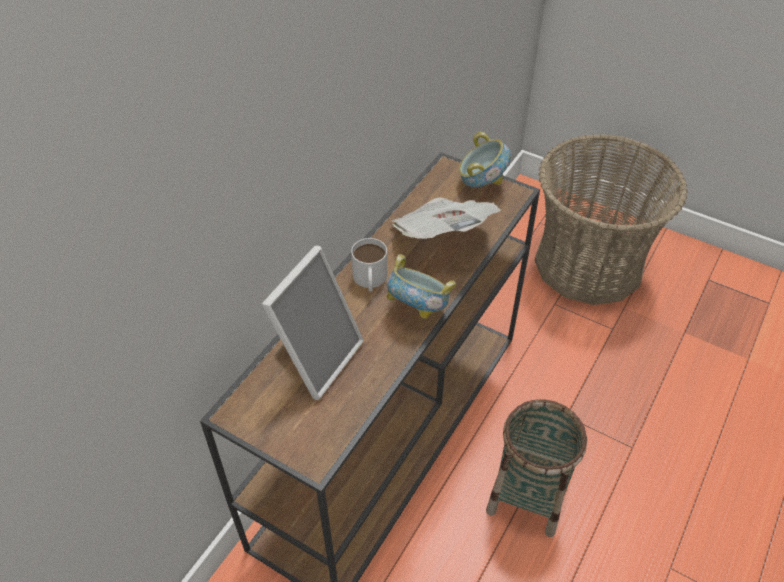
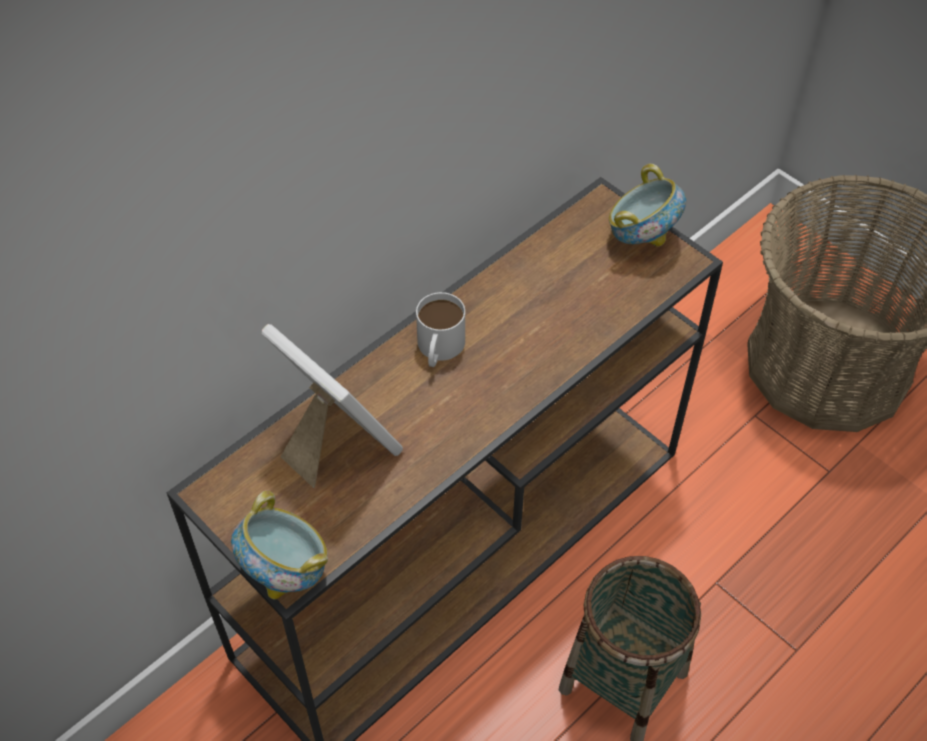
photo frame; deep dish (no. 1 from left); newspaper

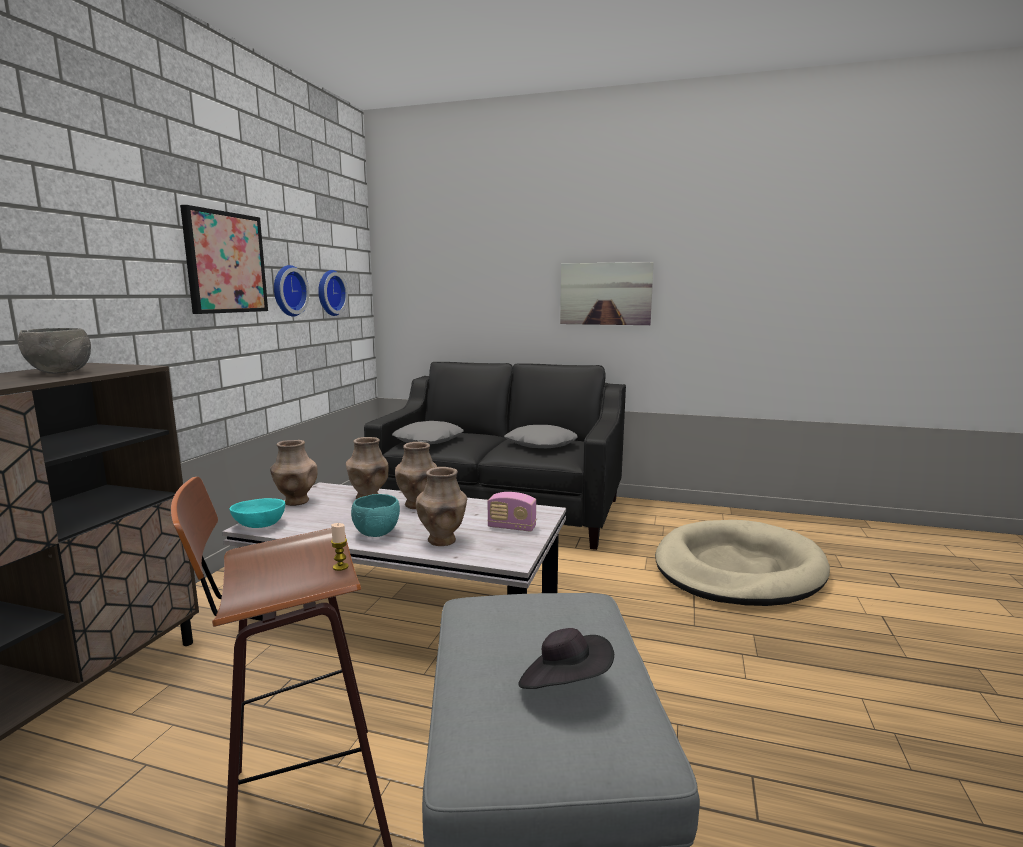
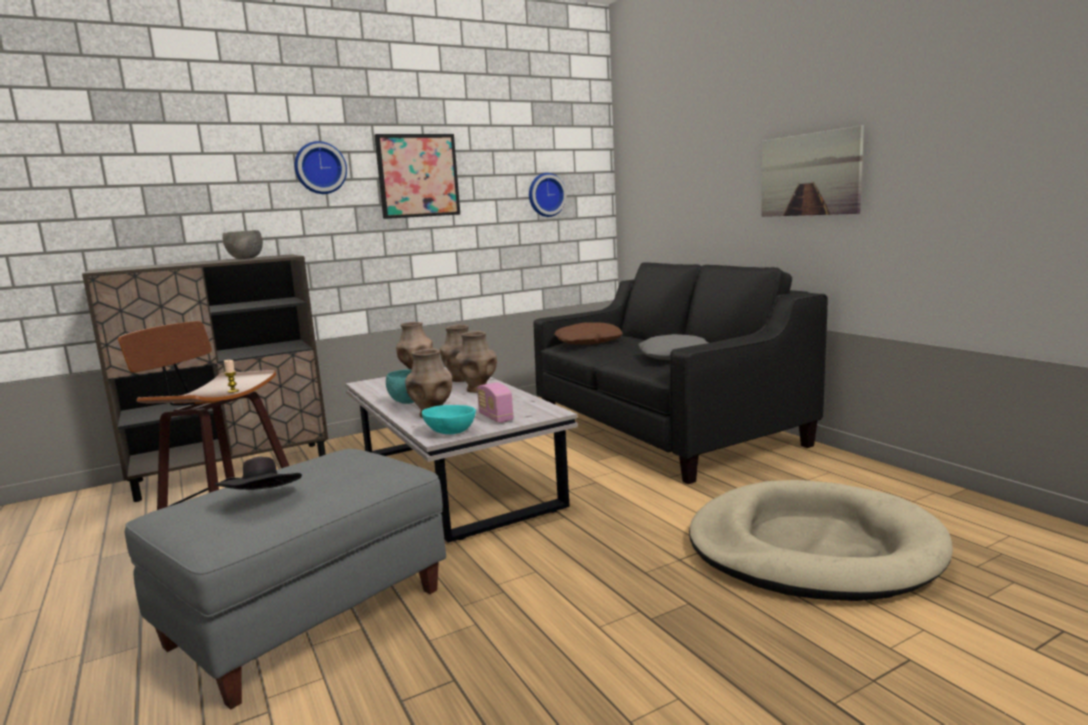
turquoise-coloured deep dish (no. 2 from left); clock on the wall (no. 1 from left); brownish throw pillow

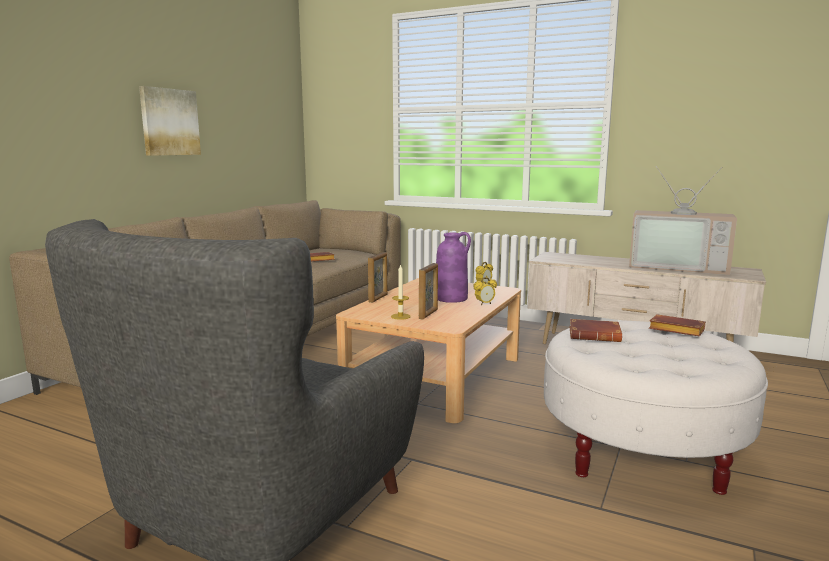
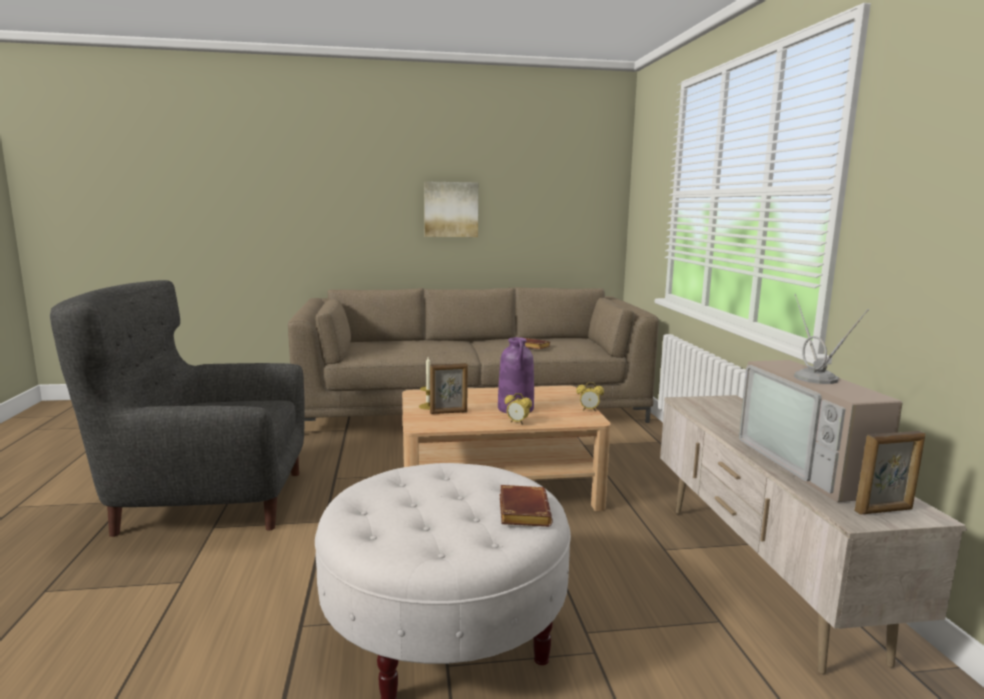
photo frame (no. 2 from left); brownish book (no. 2 from left in the first image)

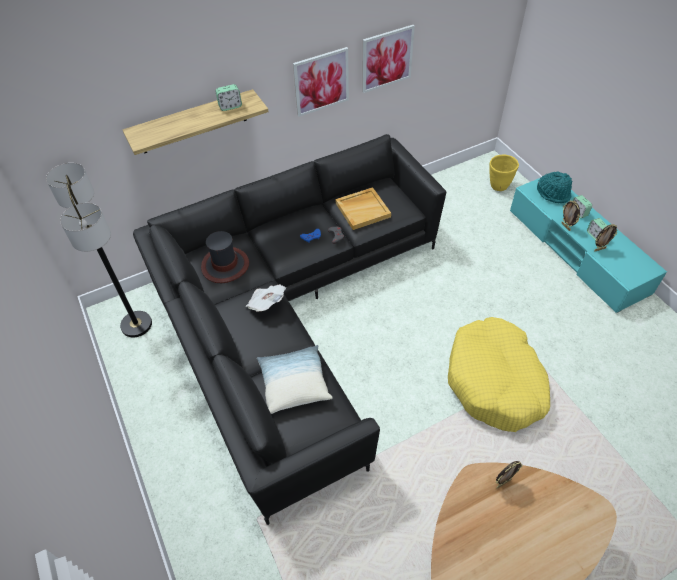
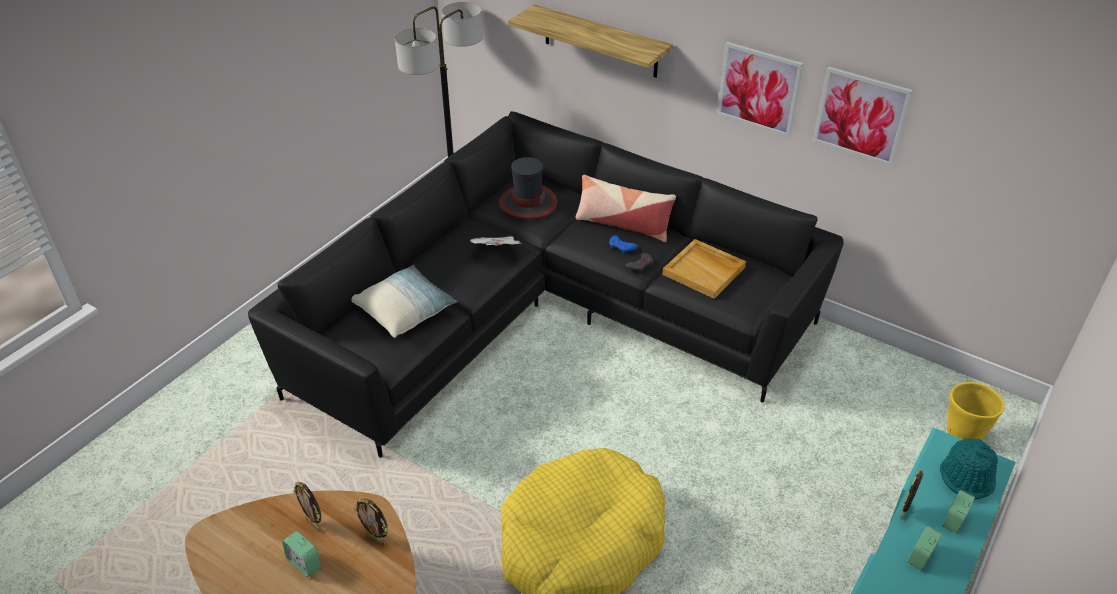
bedside clock (no. 1 from left); photo frame (no. 1 from left); throw pillow (no. 2 from left)

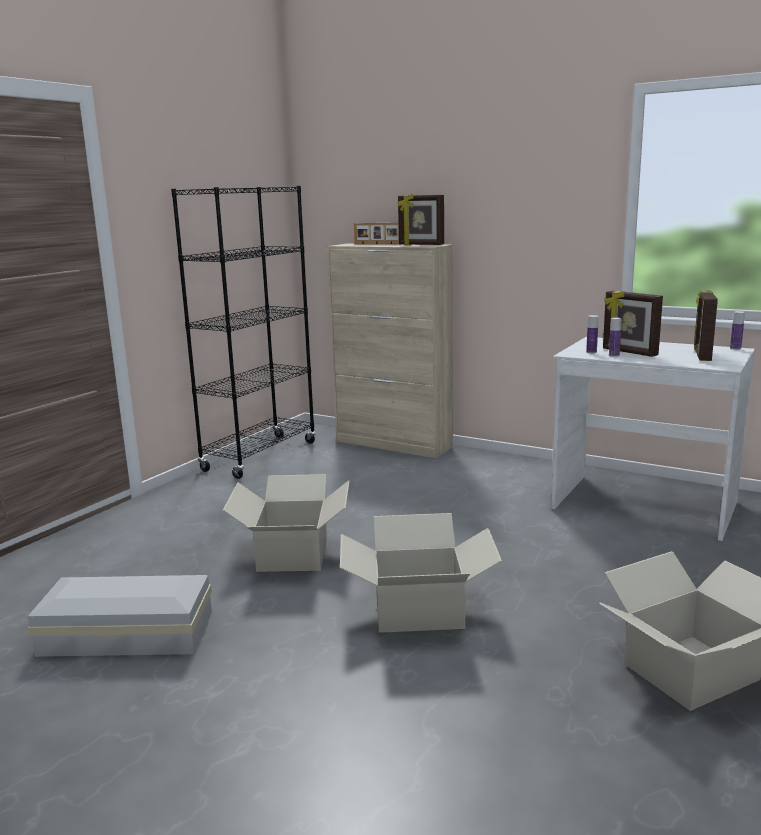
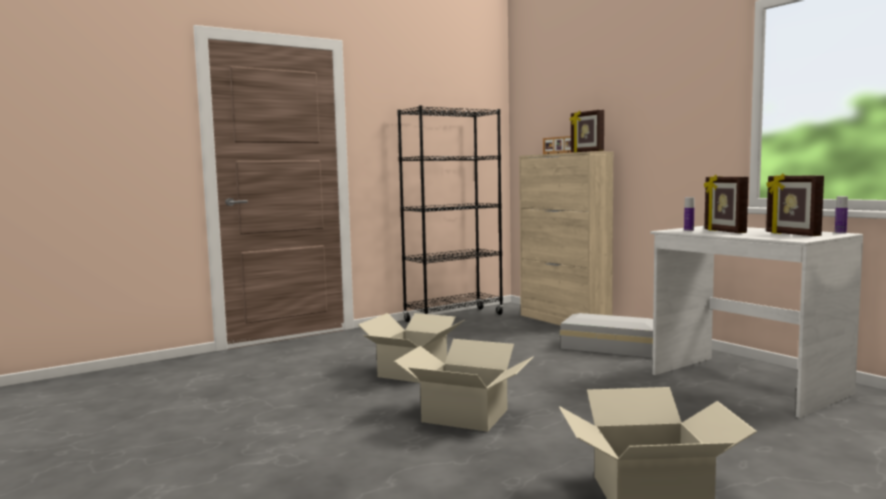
white-coloured storage box; beverage bottle (no. 2 from left in the first image); photo frame (no. 4 from left)

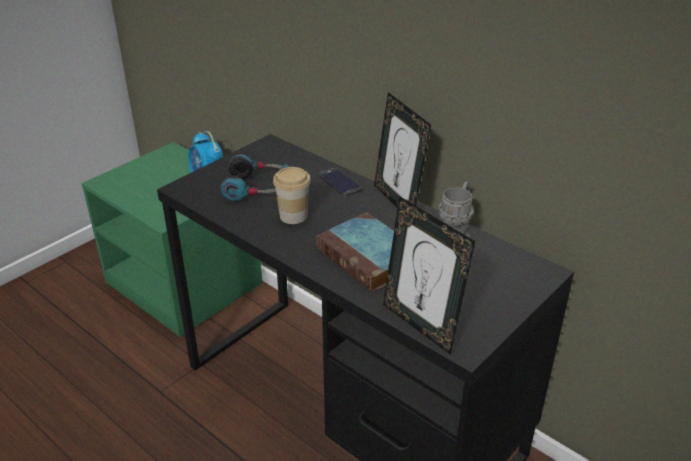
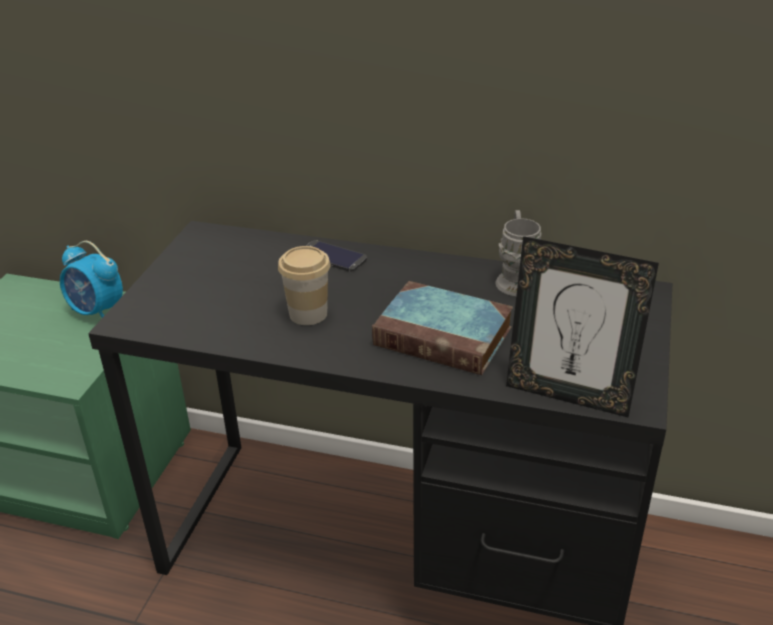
pair of headphones; photo frame (no. 1 from left in the first image)

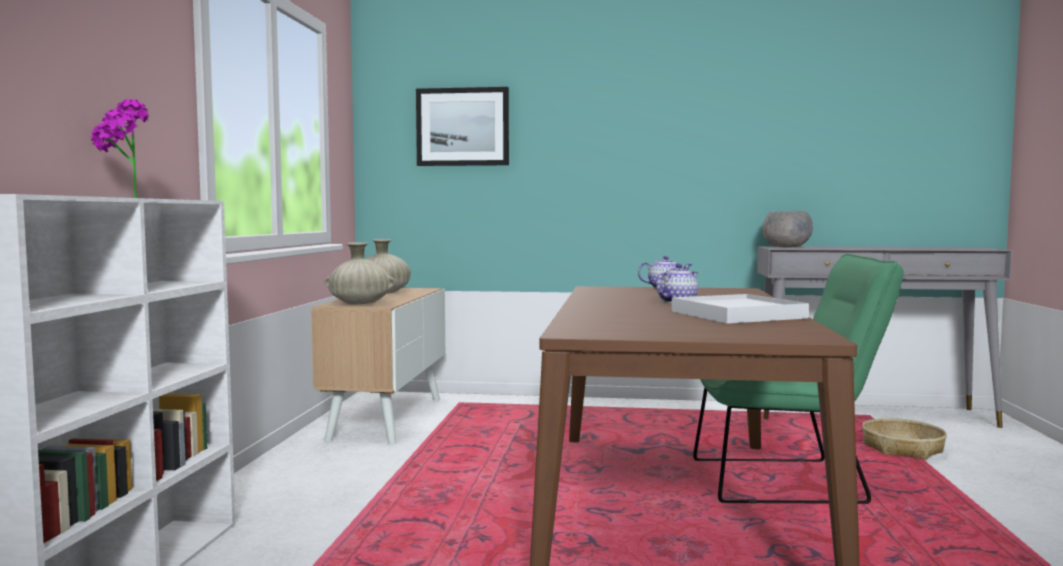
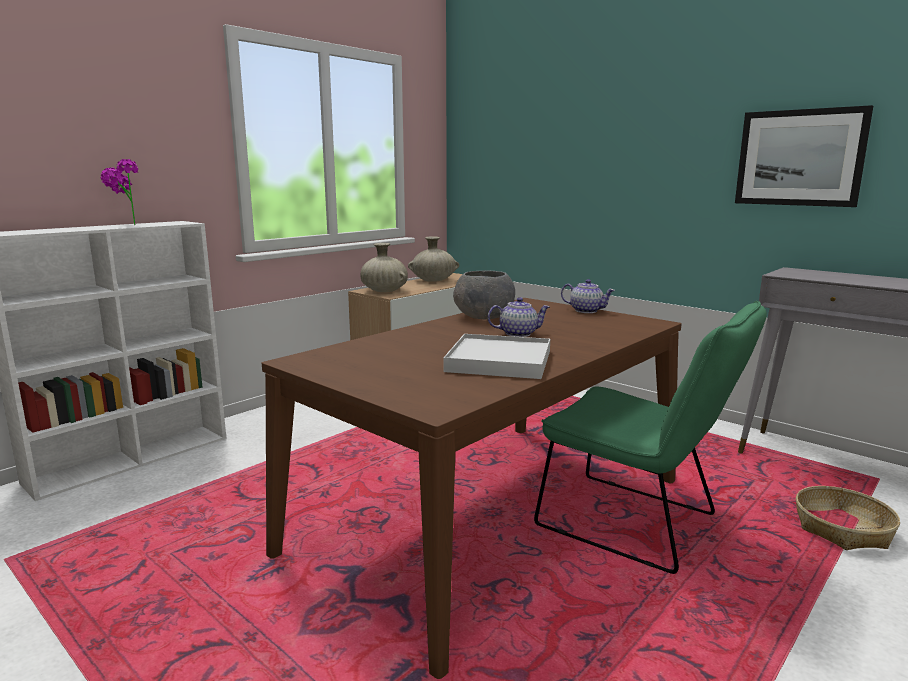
wall art; greyish deep dish

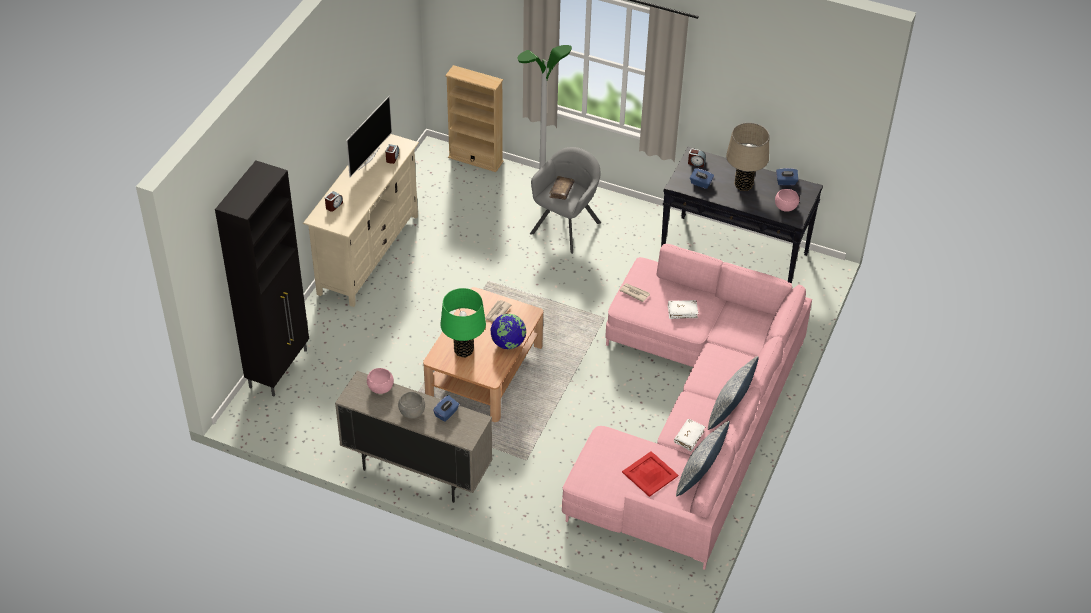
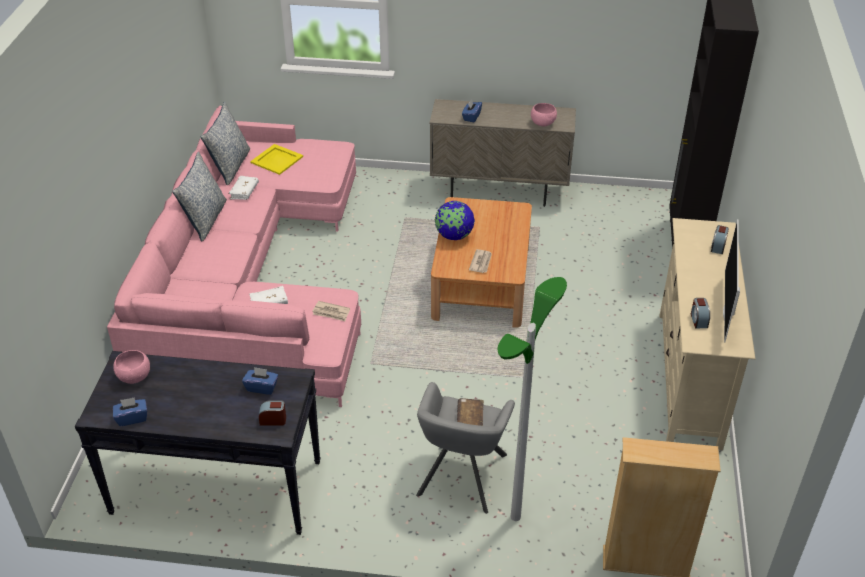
greyish deep dish; greenish tabletop lamp; yellowish serving tray; sand-coloured tabletop lamp

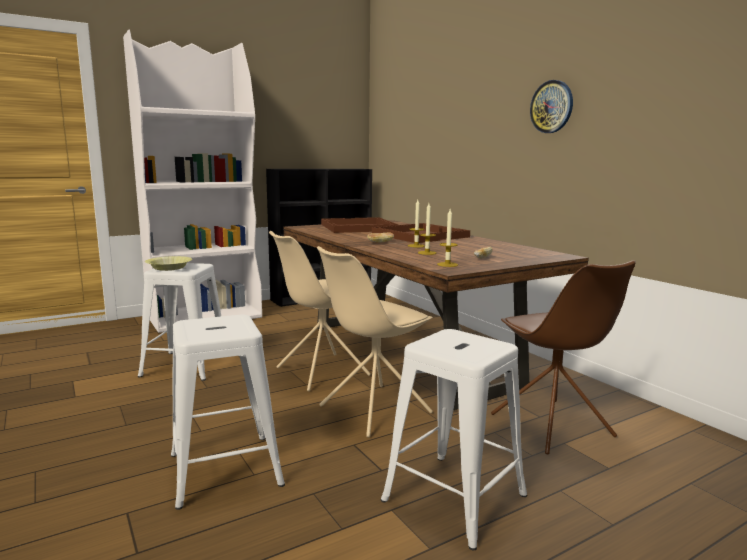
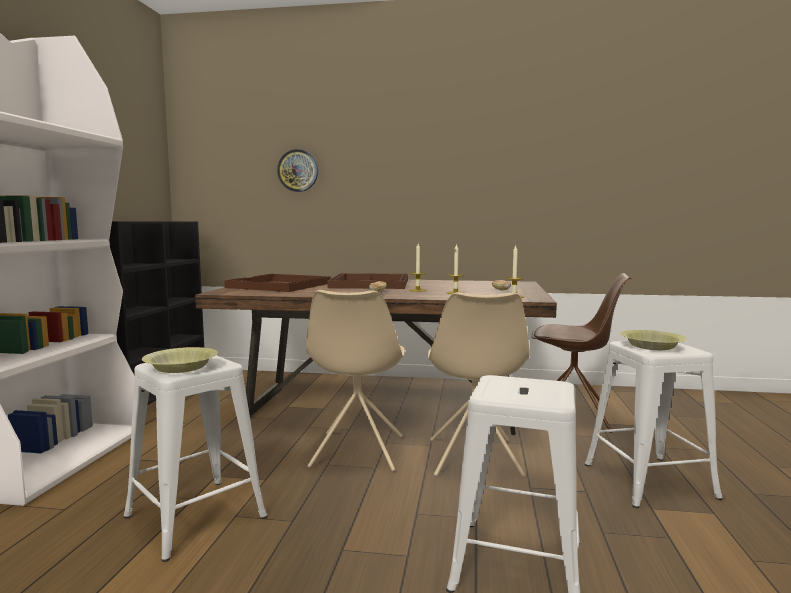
clock on the wall; yellowish deep dish (no. 2 from left)

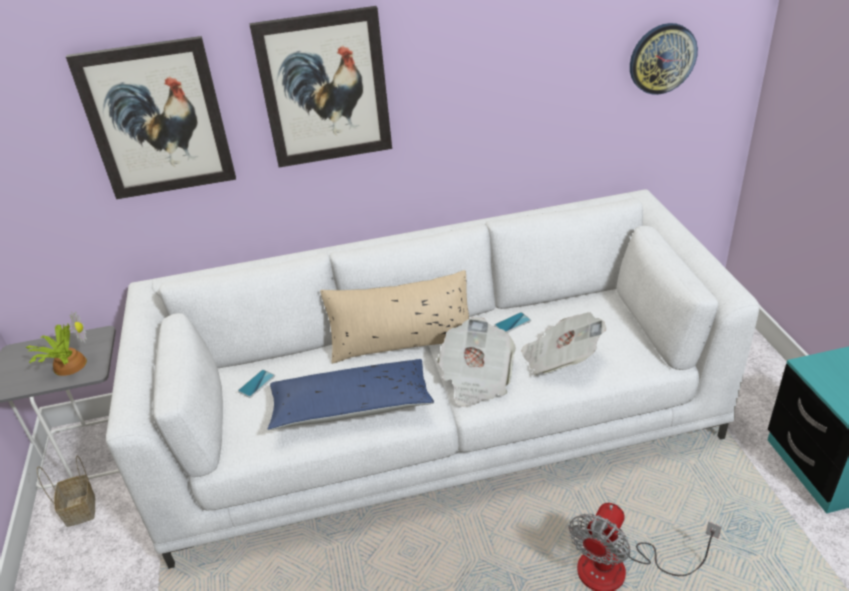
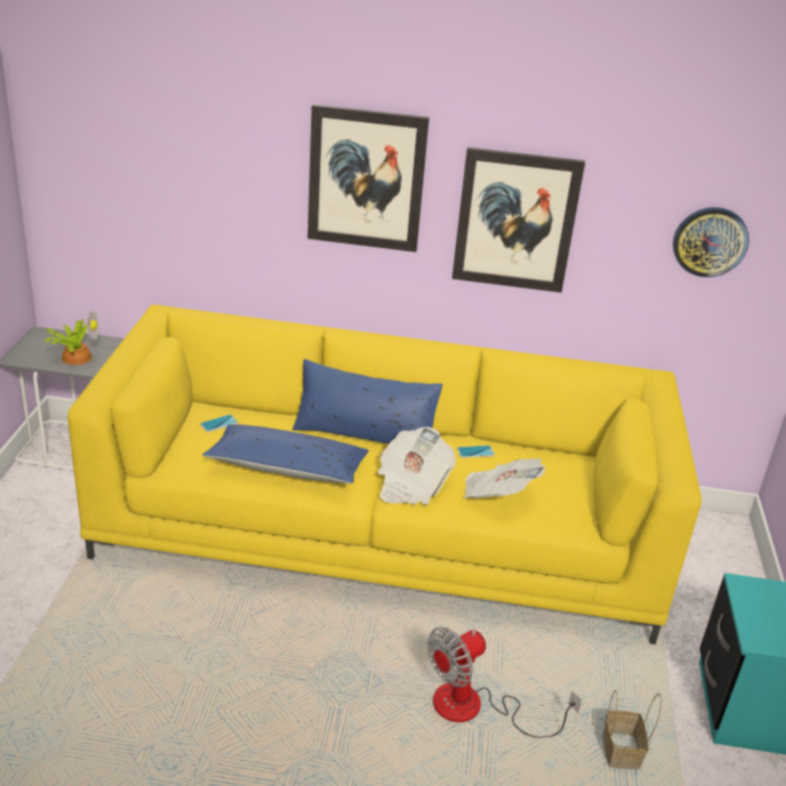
basket; wall art (no. 2 from left); yellowish sofa; blue throw pillow (no. 2 from left)

